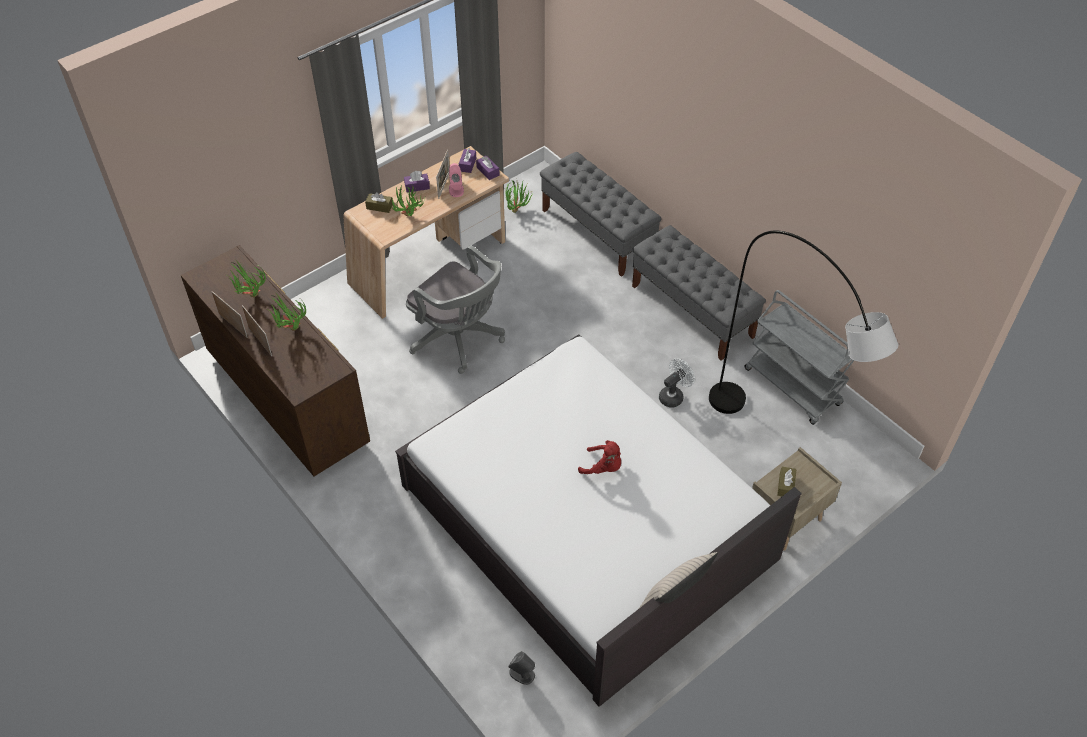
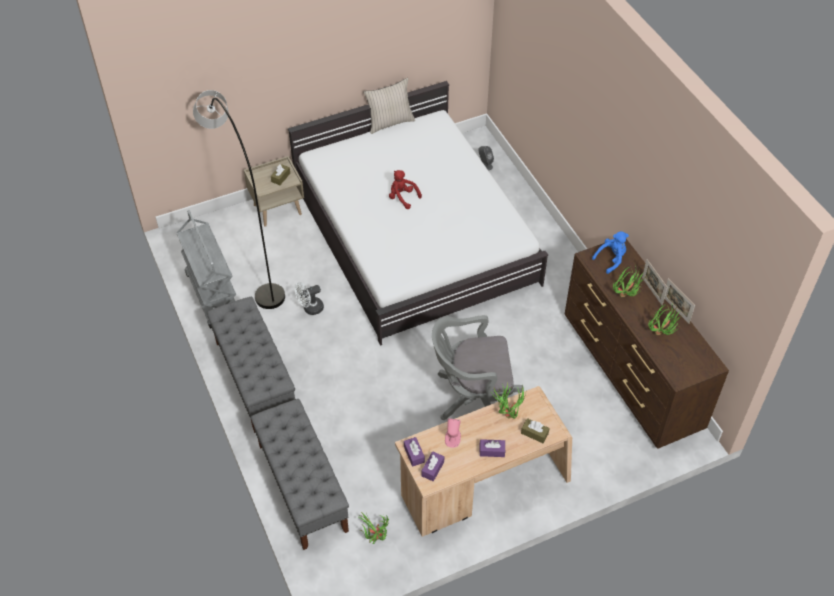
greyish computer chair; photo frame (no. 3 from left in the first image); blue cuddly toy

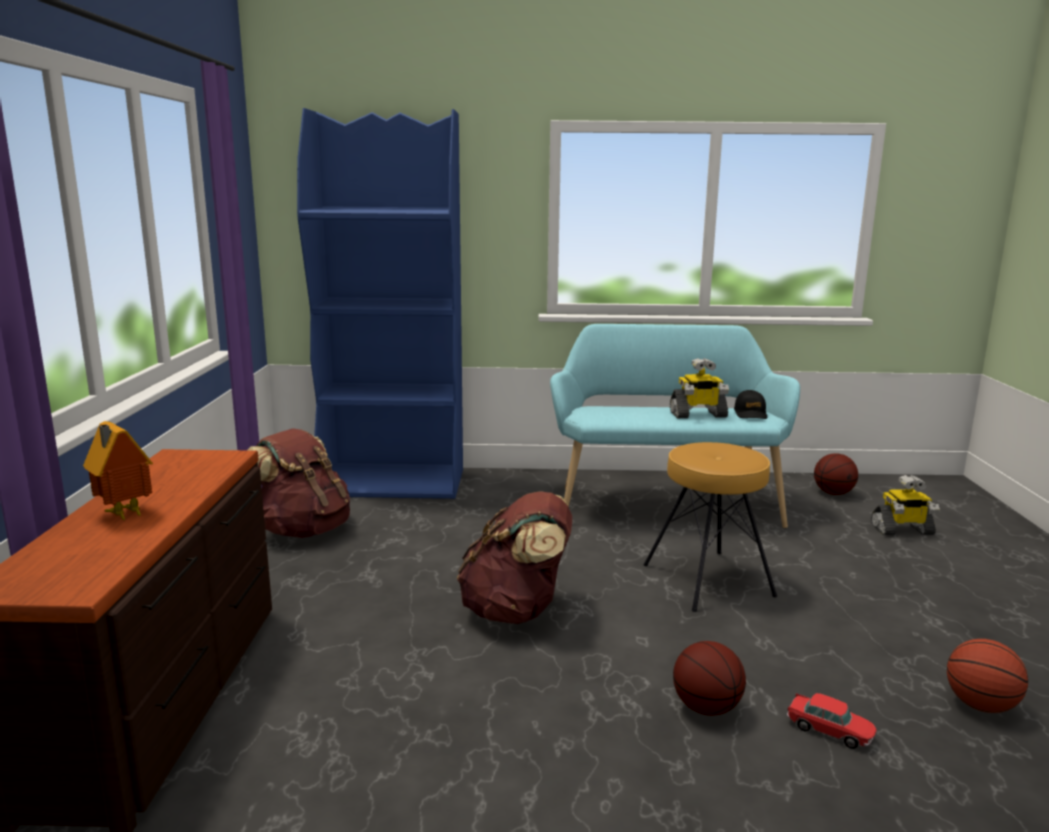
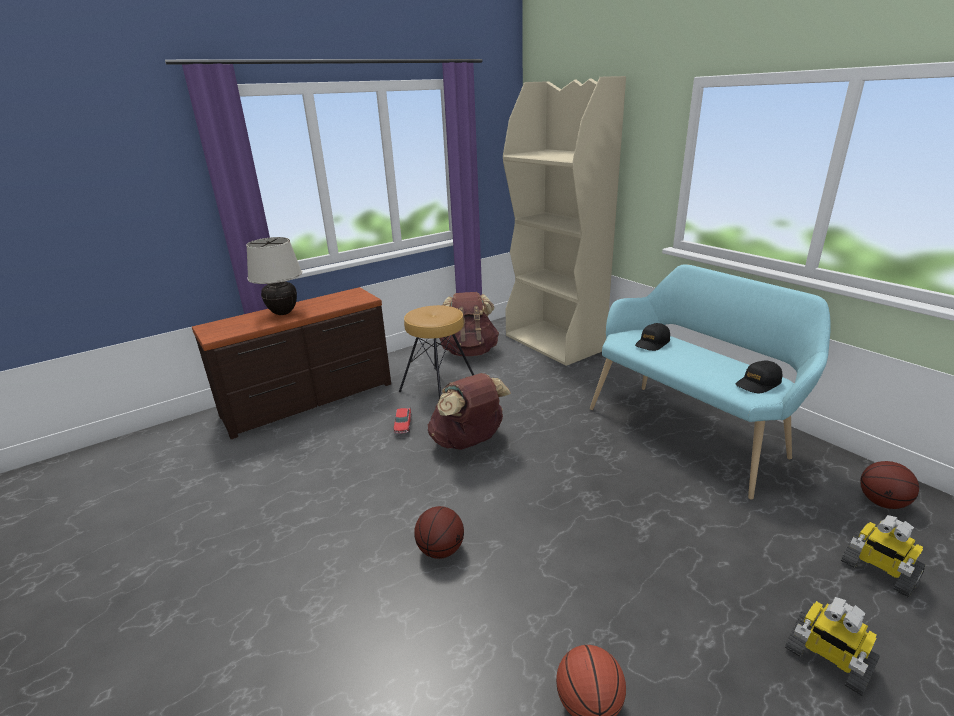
sand-coloured tabletop lamp; sand-coloured shelving unit; brownish stool; toy robot (no. 1 from left); miniature car; blackish peaked cap (no. 1 from left)

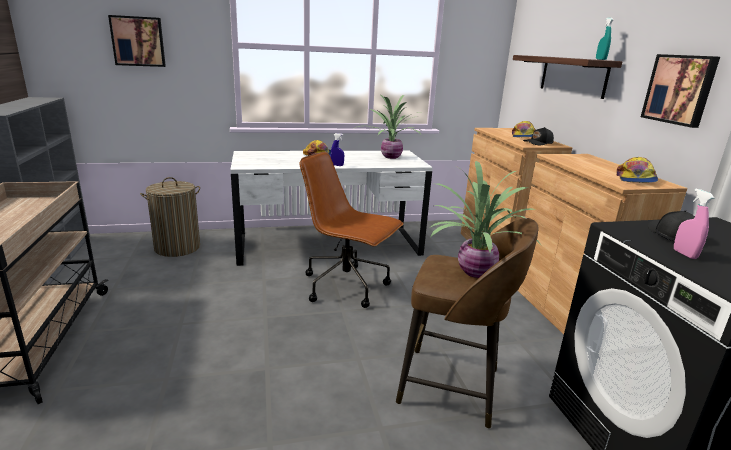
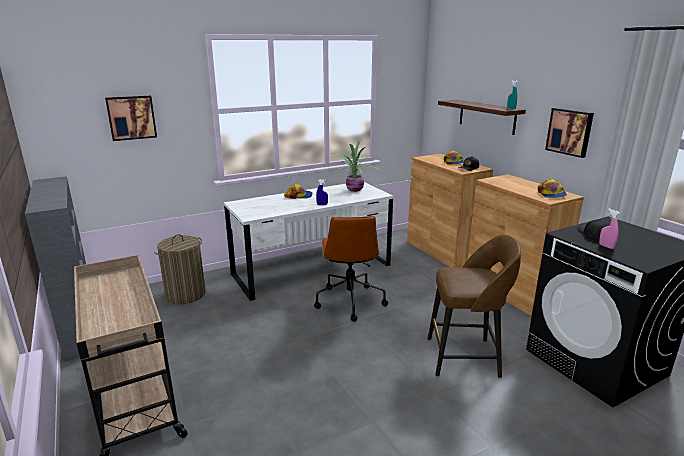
brownish computer chair; potted plant (no. 2 from left in the first image)

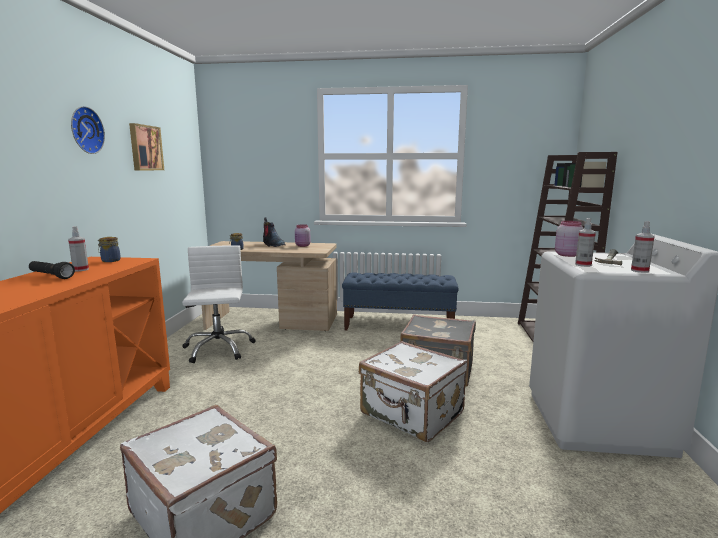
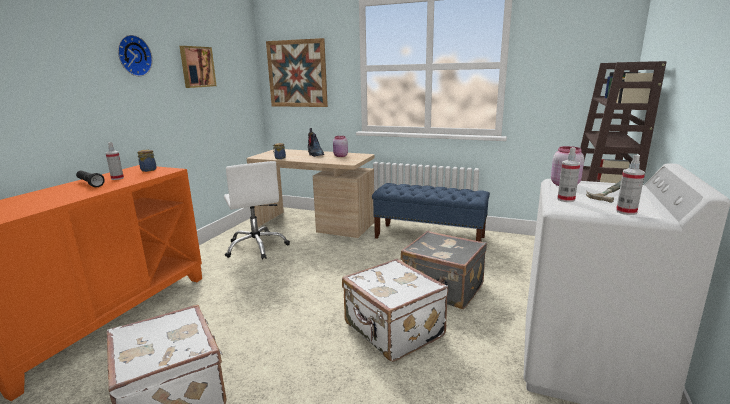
white-coloured computer chair; wall art (no. 2 from left)

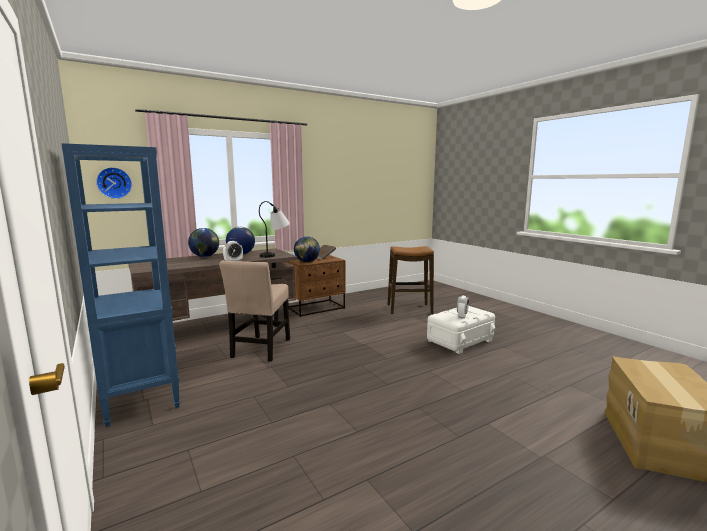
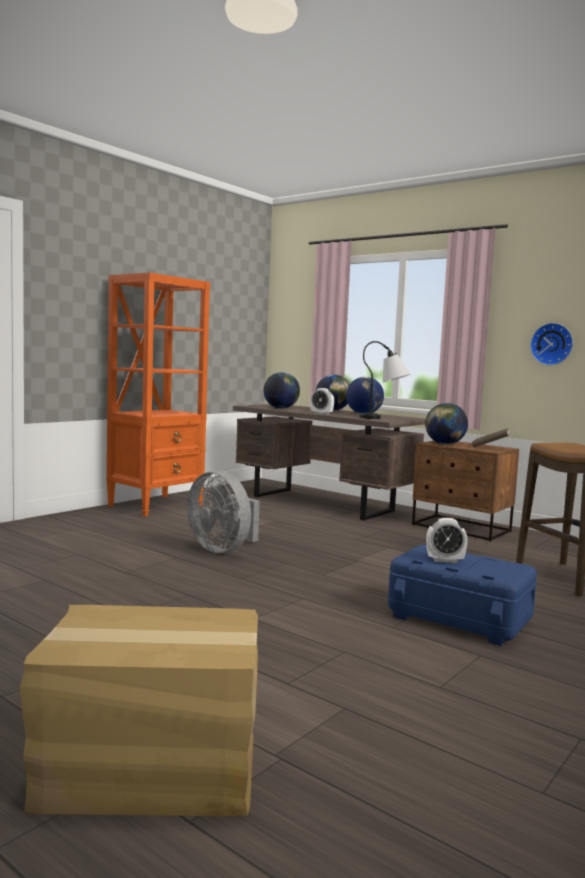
orangey shelving unit; clock on the wall; sand-coloured upright chair; blue storage box; greyish fan; desk globe (no. 1 from left)

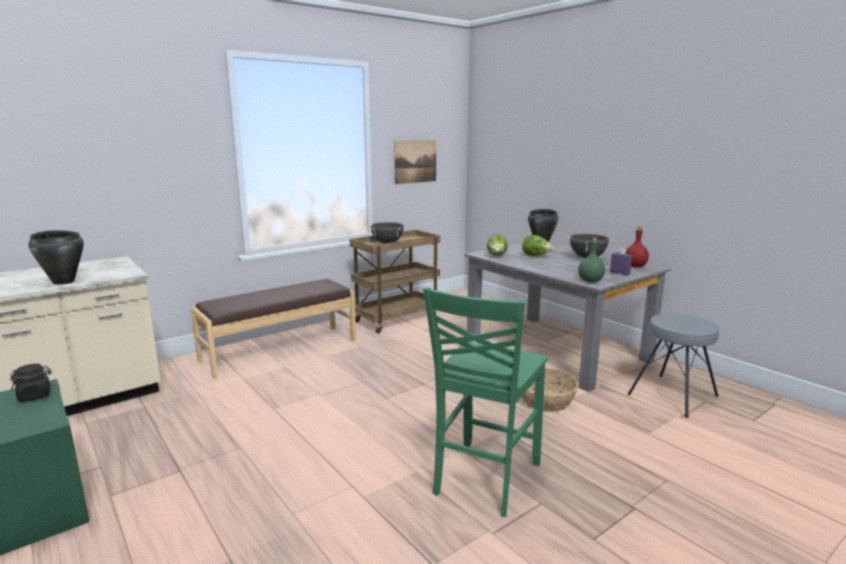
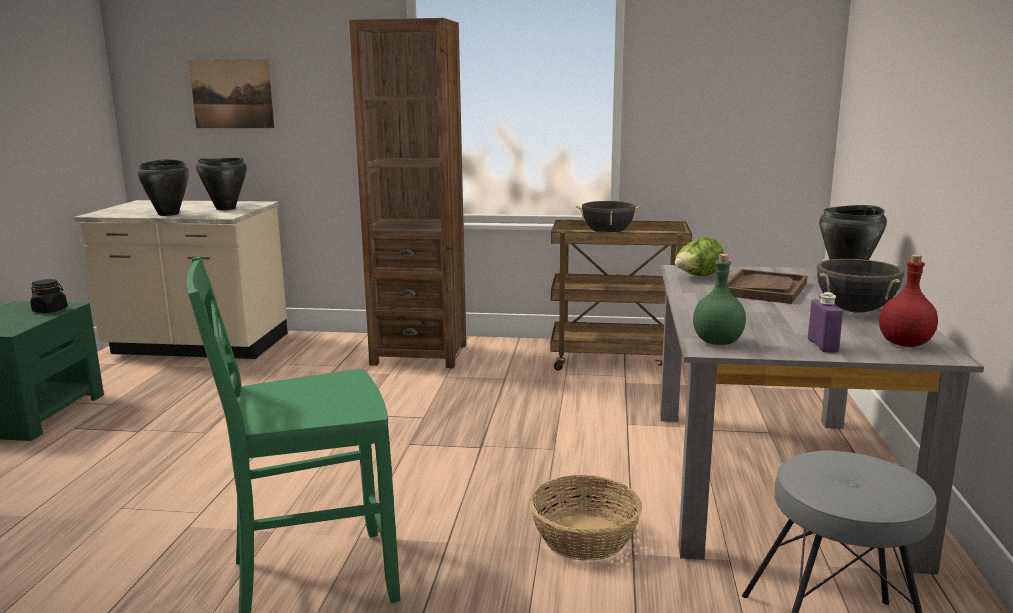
brownish shelving unit; wall art; brownish serving tray; blackish stockpot (no. 2 from left)

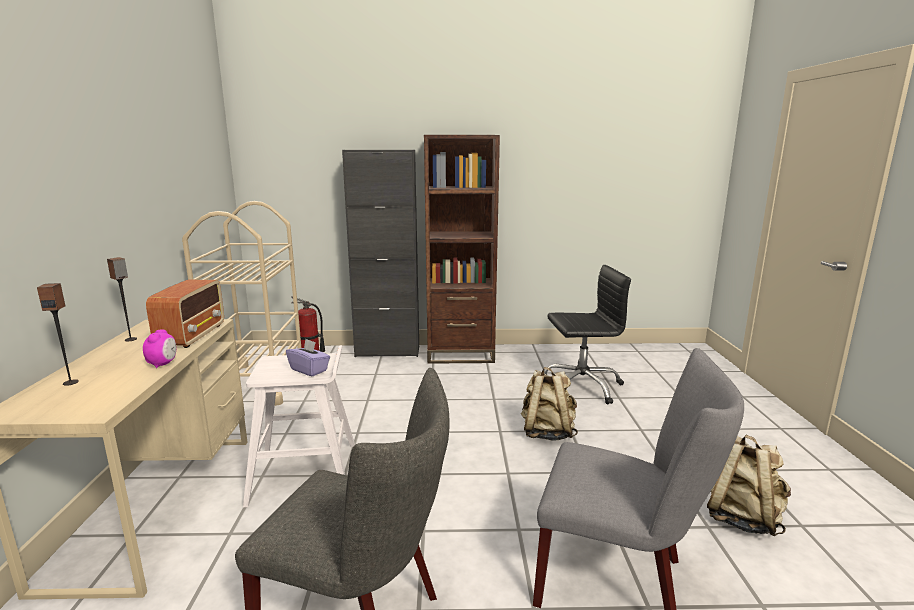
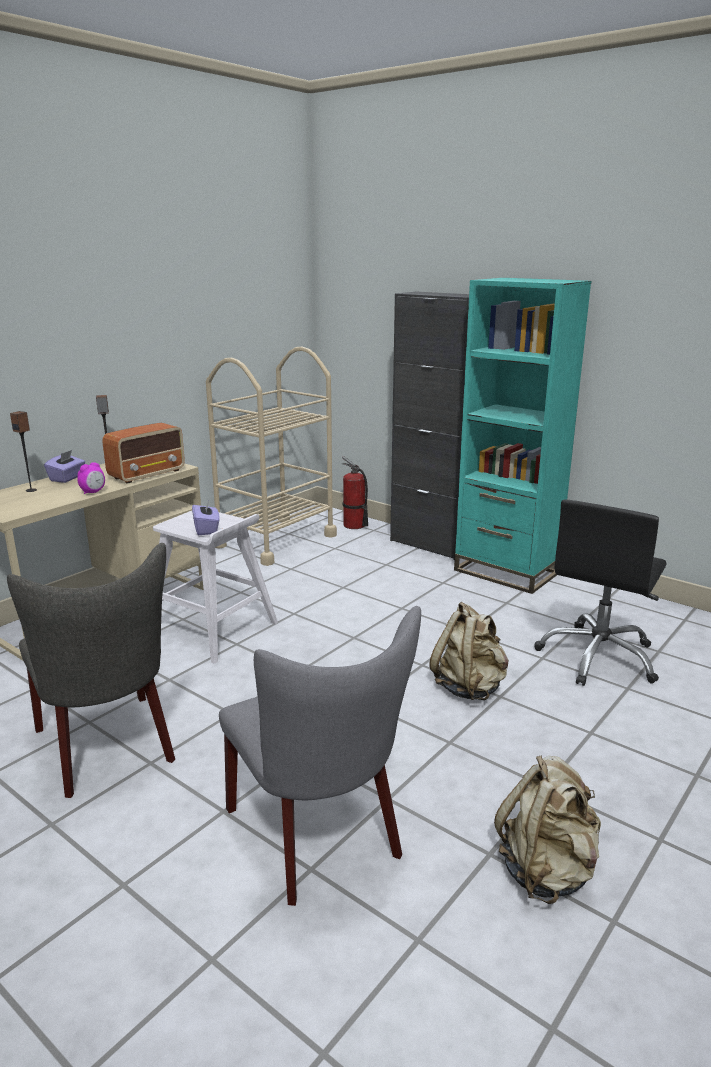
turquoise-coloured shelving unit; blackish computer chair; purplish tissue holder (no. 1 from left)

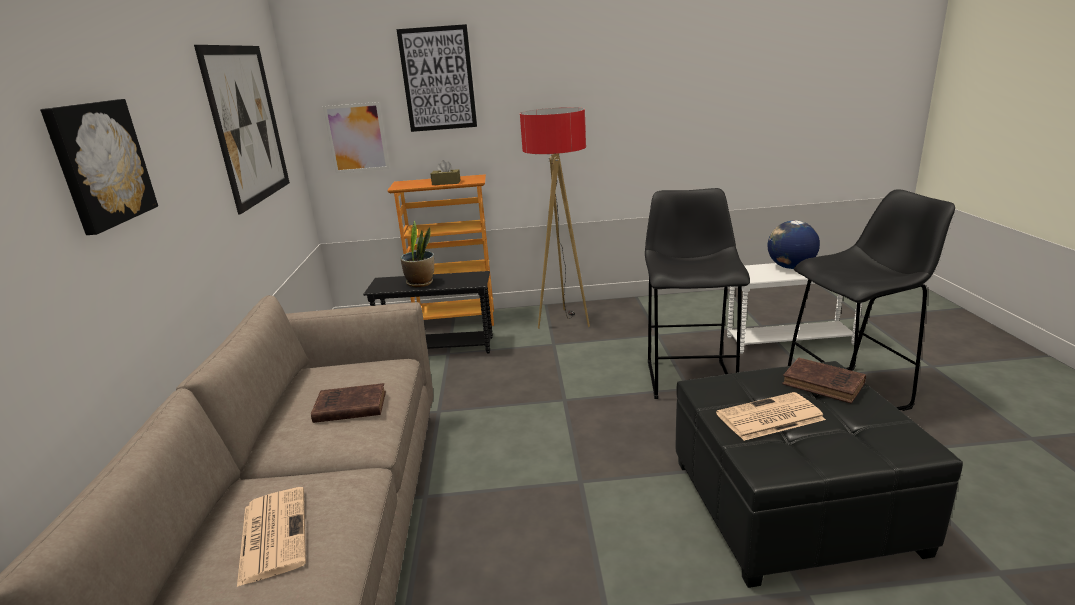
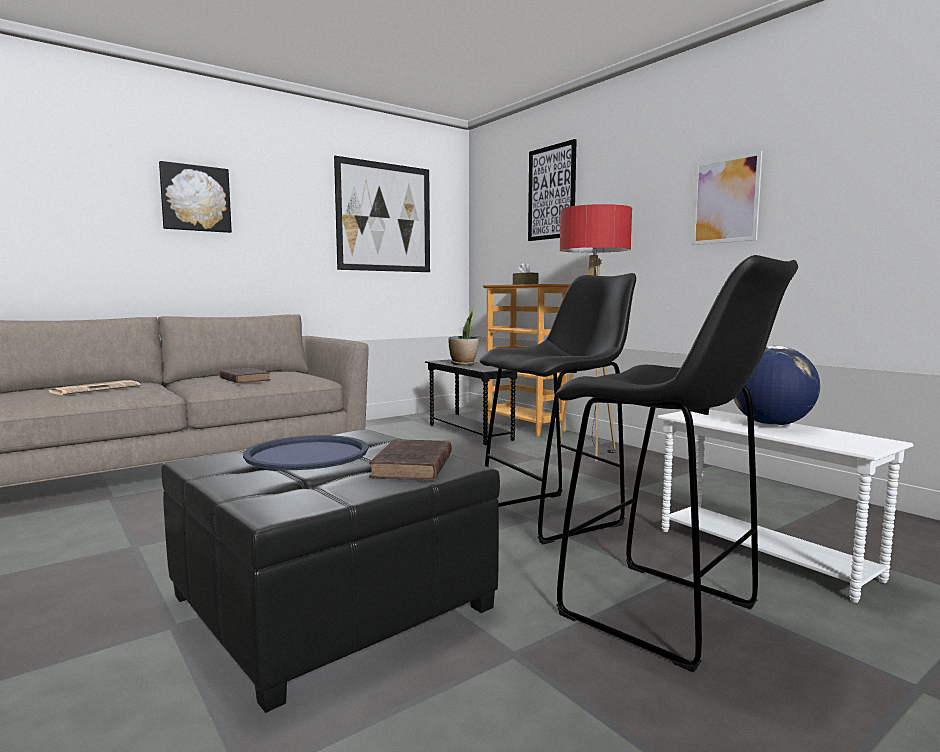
wall art (no. 4 from left); blue serving tray

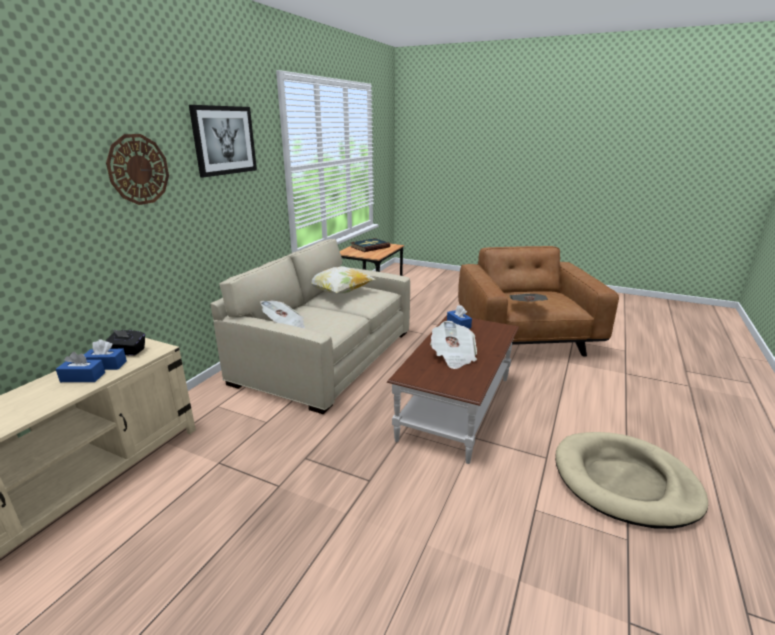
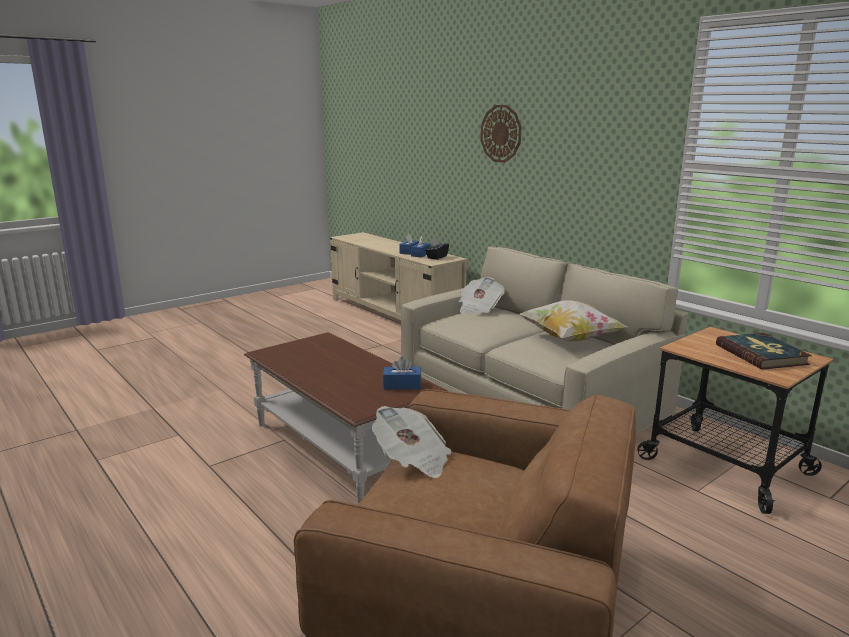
wall art; newspaper (no. 2 from left in the first image); sand-coloured dog bed

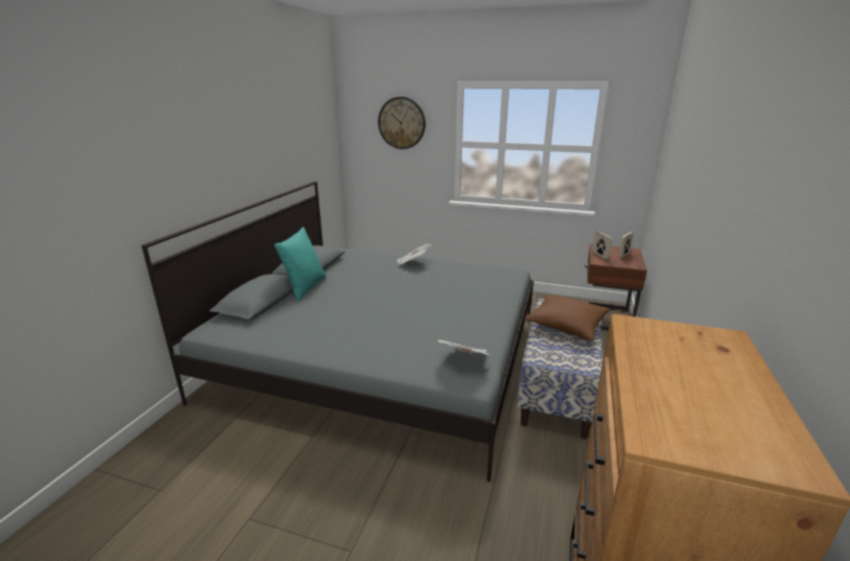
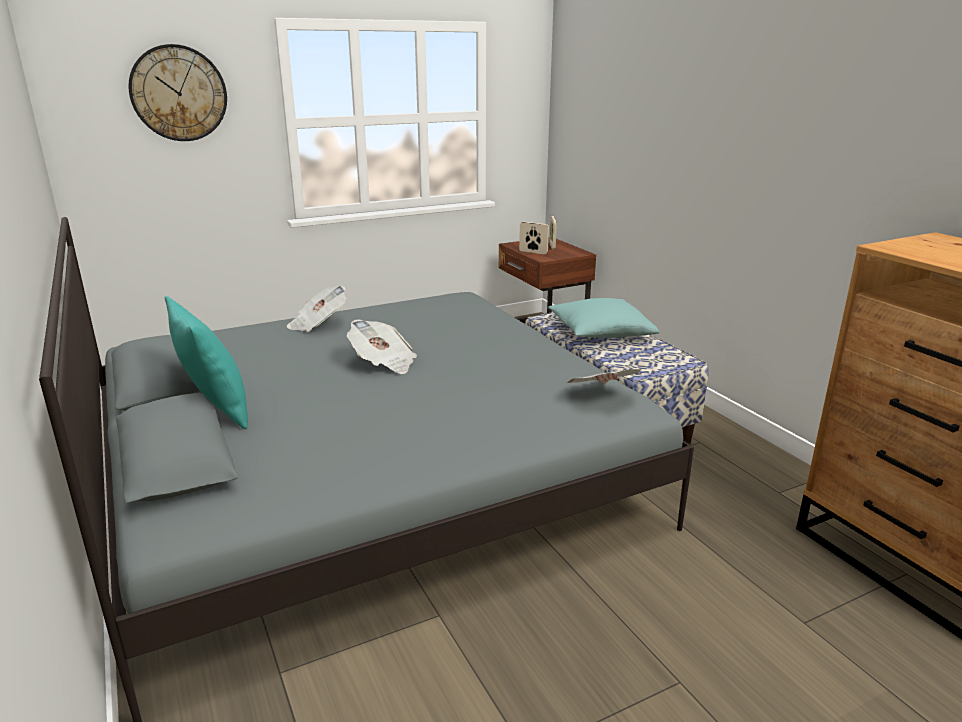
turquoise-coloured throw pillow (no. 2 from left); newspaper (no. 2 from left)

